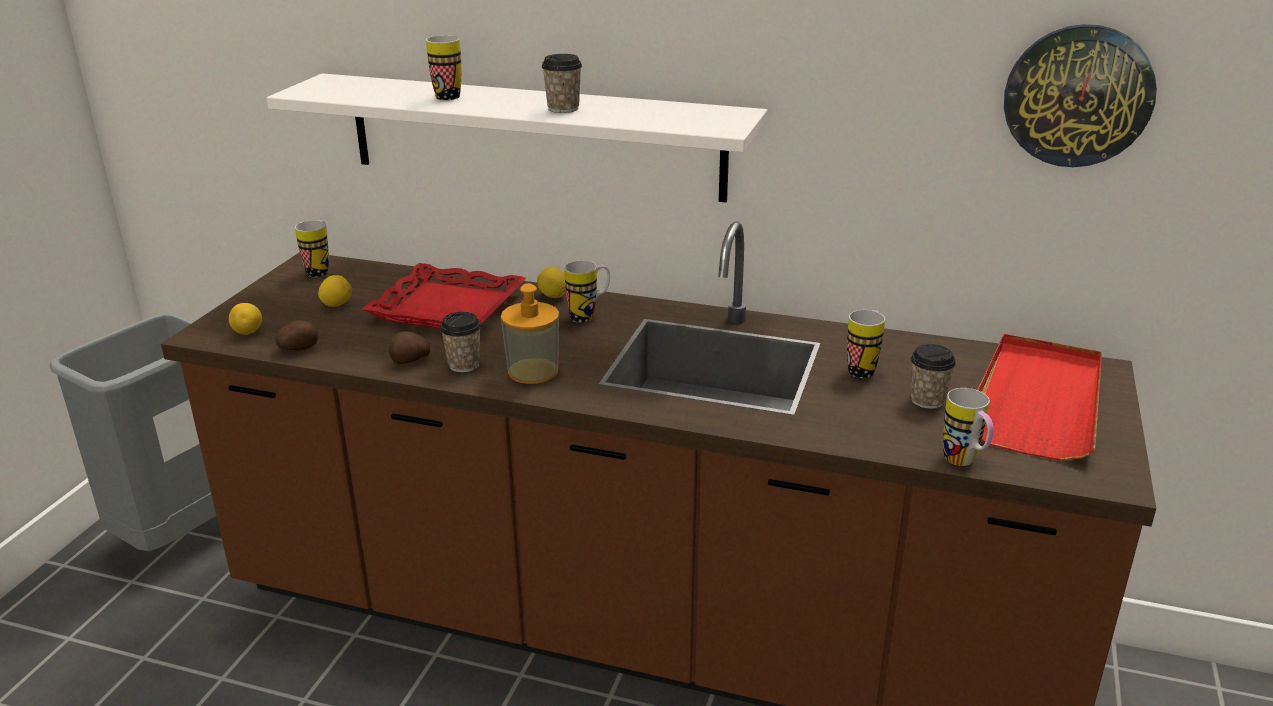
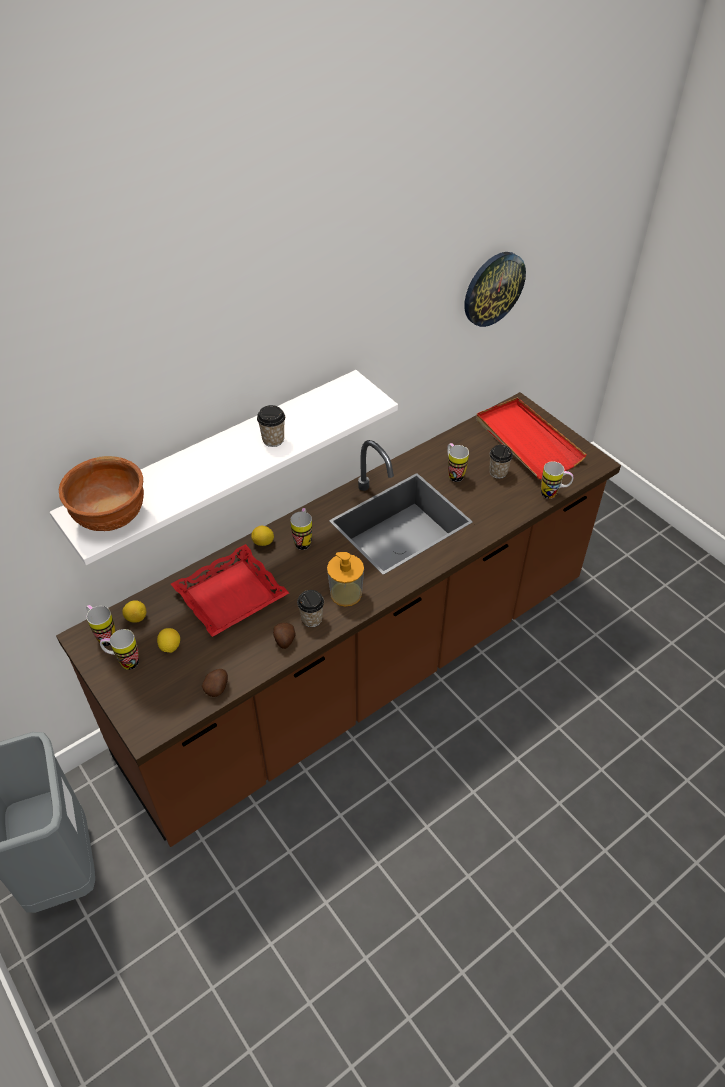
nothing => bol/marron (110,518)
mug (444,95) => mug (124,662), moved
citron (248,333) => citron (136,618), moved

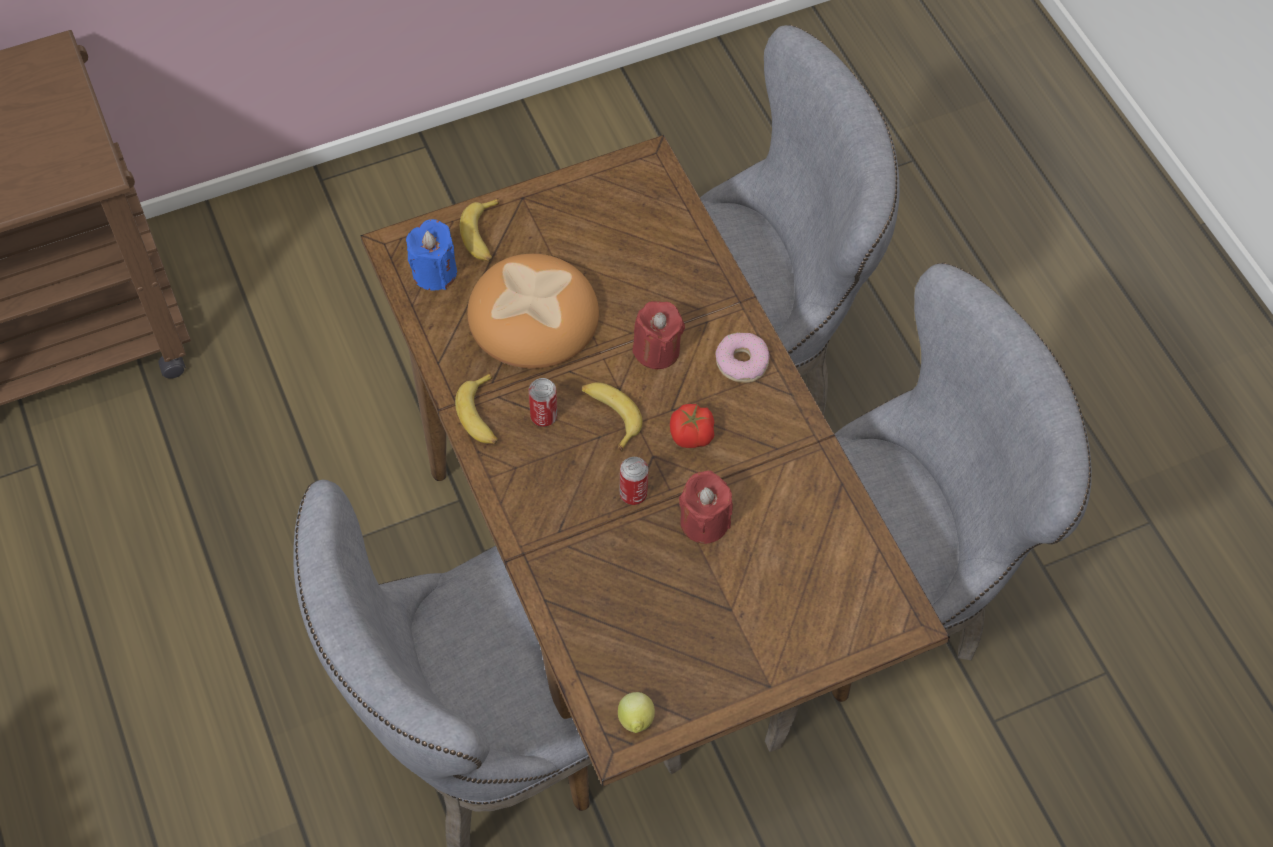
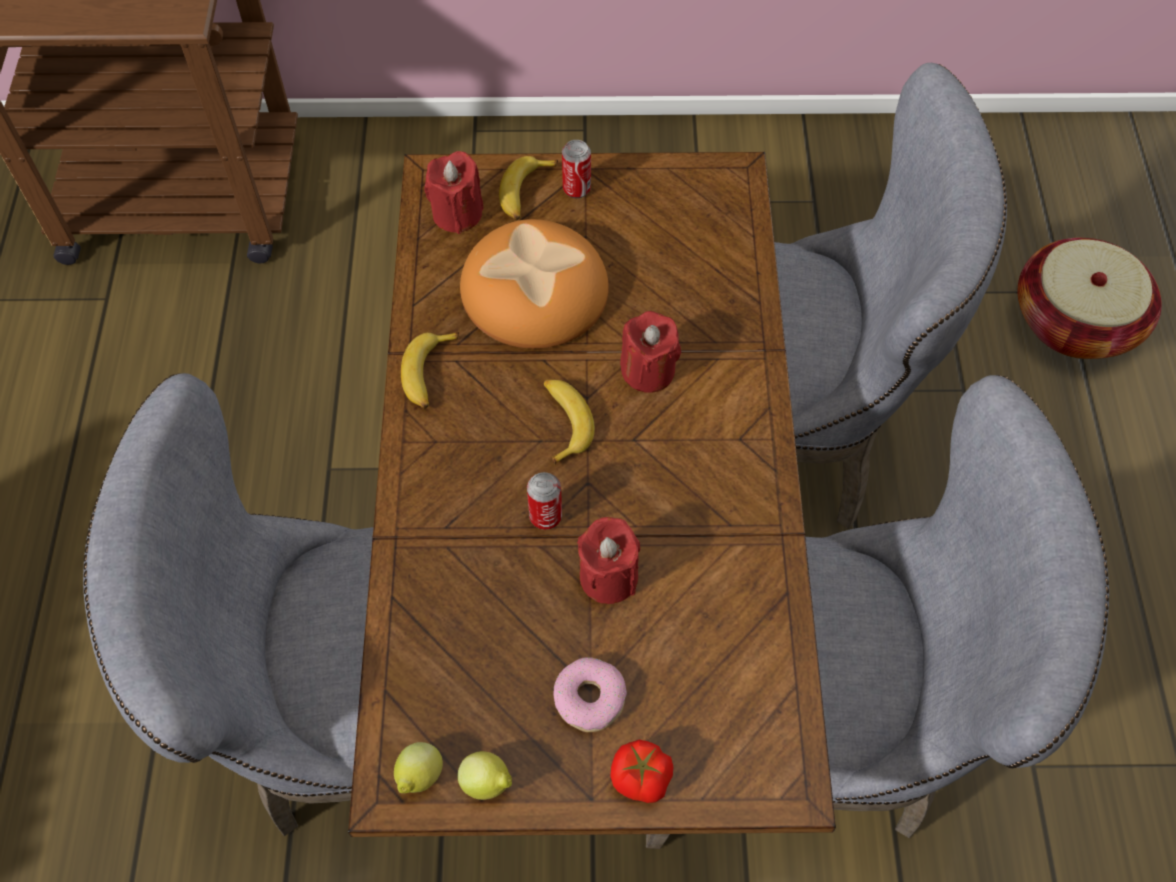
bougie/bleu (434,272) => bougie/rouge (457,213)
nothing => citron (487,783)
beignet (742,362) => beignet (590,698), moved
boîte métallique (543,416) => boîte métallique (576,189), moved
tomate (692,436) => tomate (641,779), moved
nothing => panier (1074,321)

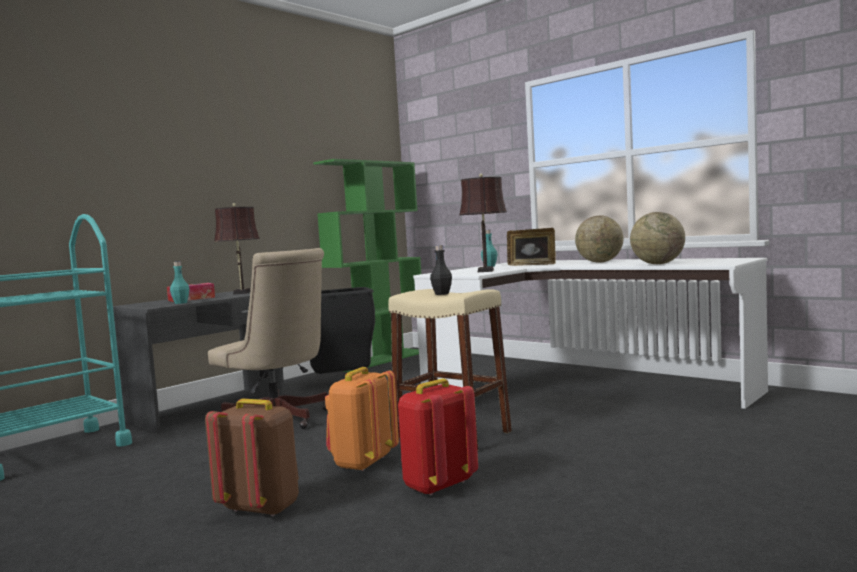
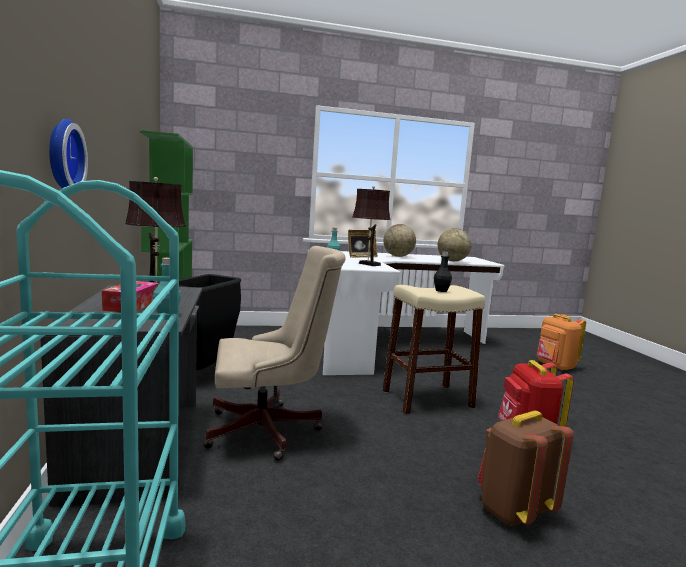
nothing => horloge murale (61,156)
sac à dos/orange (362,463) => sac à dos/orange (555,366), moved

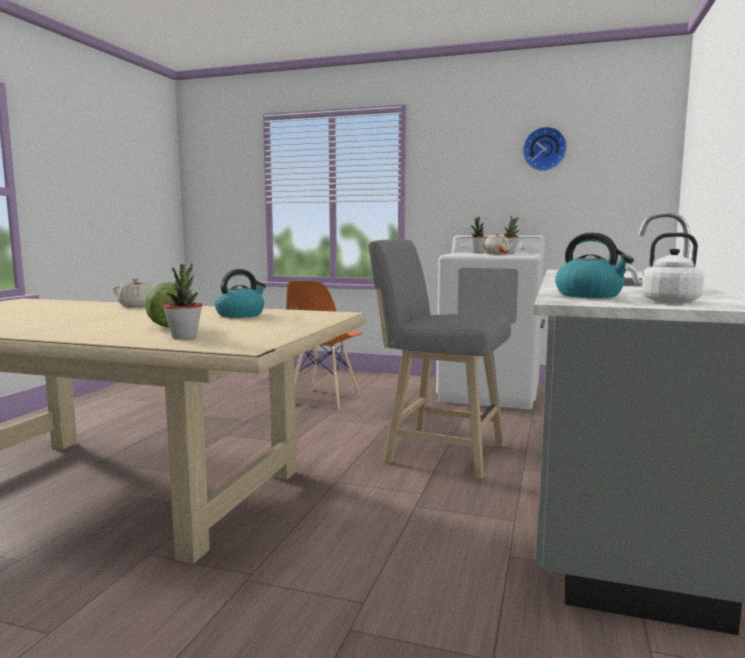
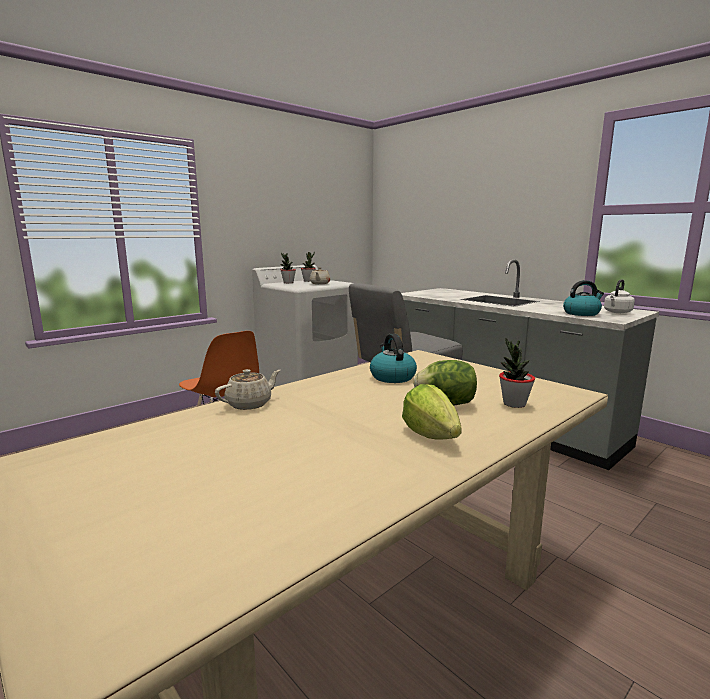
nothing => laitue (431,435)
horloge murale (544,149) => nothing

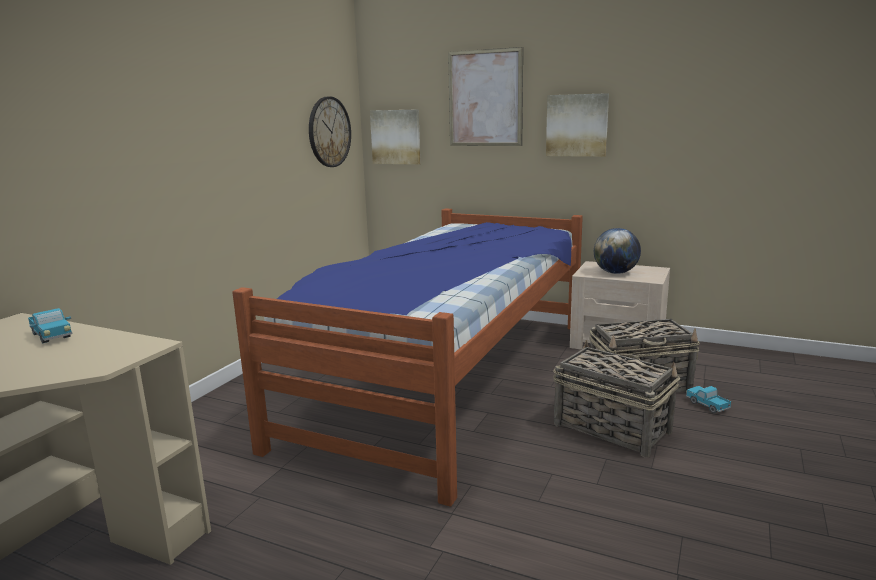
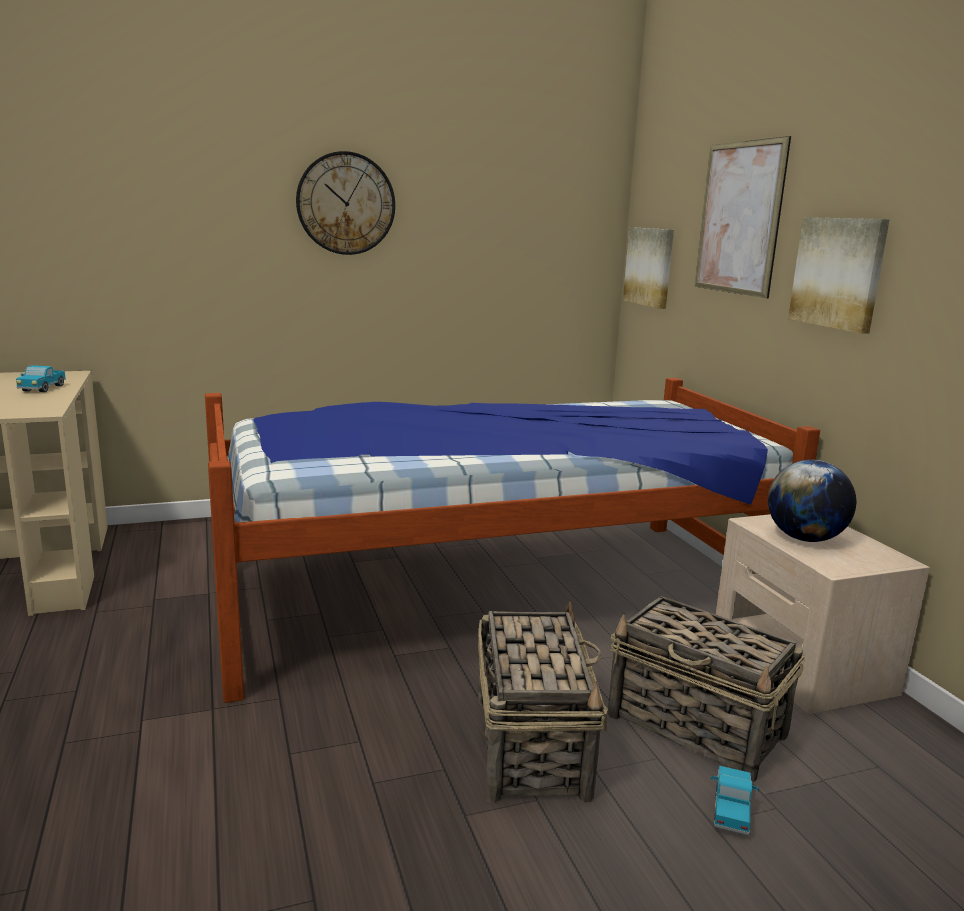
horloge murale (329,132) => horloge murale (346,203), moved

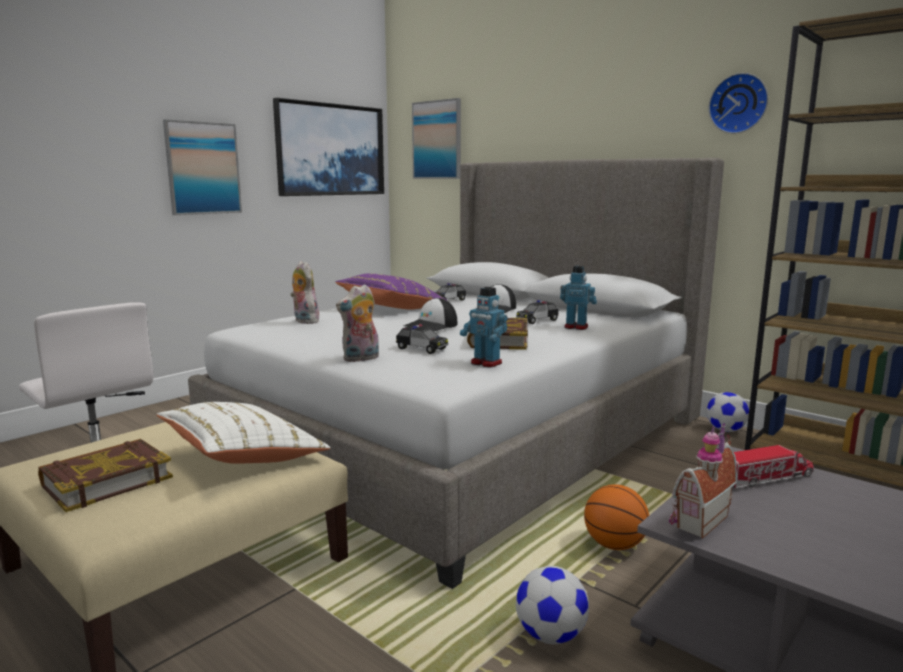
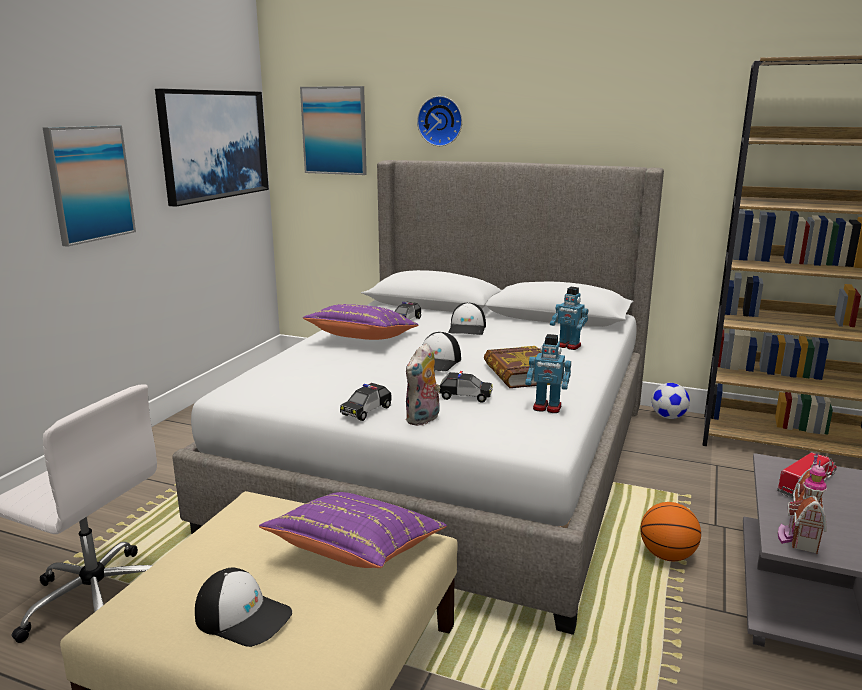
livre (106,481) => casquette (243,616)
coussin/blanc (244,457) => coussin/violet (357,552)
petite voiture (537,320) => petite voiture (366,411), moved
horloge murale (739,104) => horloge murale (441,121), moved
robot jouet (576,327) => robot jouet (568,346), 150 degrees counterclockwise
peluche (304,321) => nothing
ballon de foot (550,635) => nothing

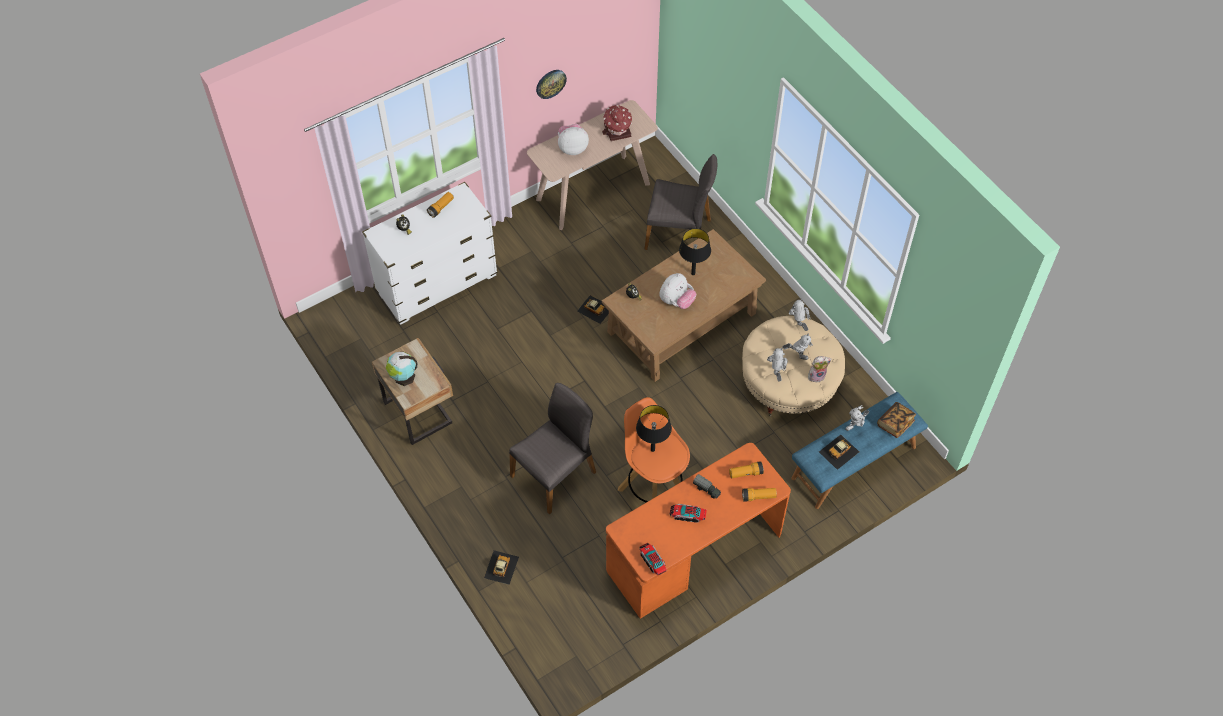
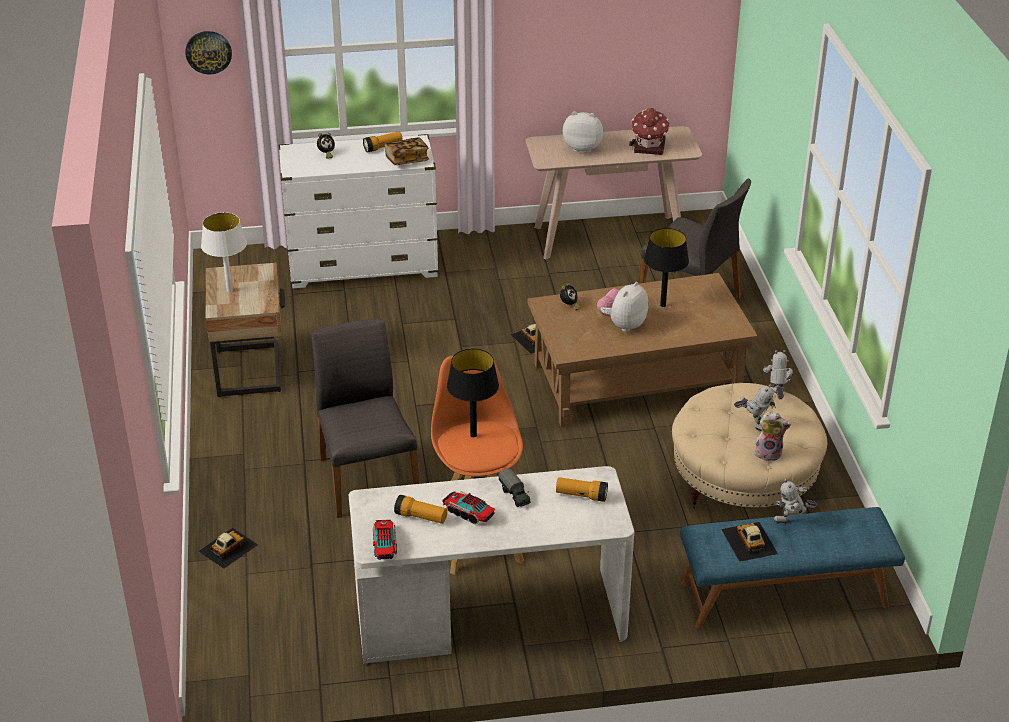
horloge murale (550,83) => horloge murale (208,52), moved
globe (403,377) => lampe de table/blanc (229,290)
chaise/gris (555,474) => chaise/gris (366,478), 90 degrees counterclockwise
bureau/orange (694,552) => bureau/blanc (490,618)
livre (895,424) => livre (407,160), moved
lampe de poche (758,497) => lampe de poche (421,517), moved
peluche (676,301) => peluche (622,324), 150 degrees clockwise
petite voiture (839,451) => petite voiture (749,541), 90 degrees clockwise
robot jouet (776,374) => nothing

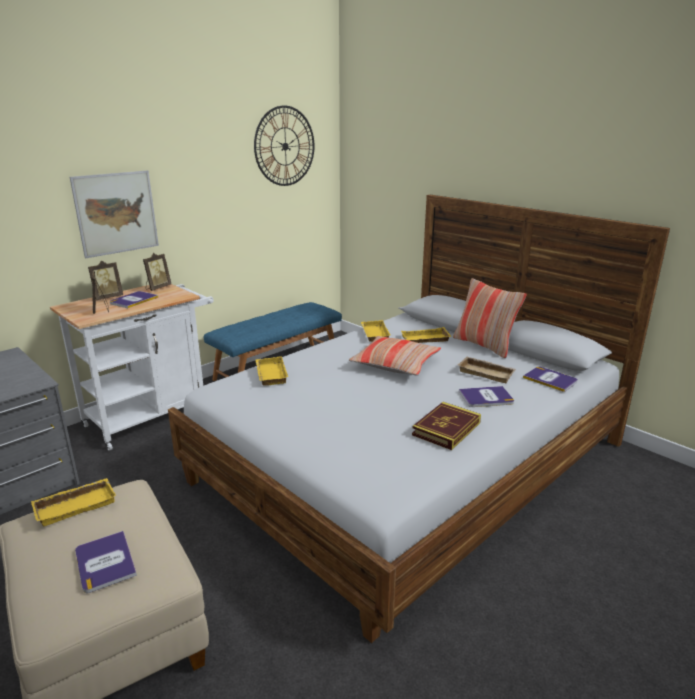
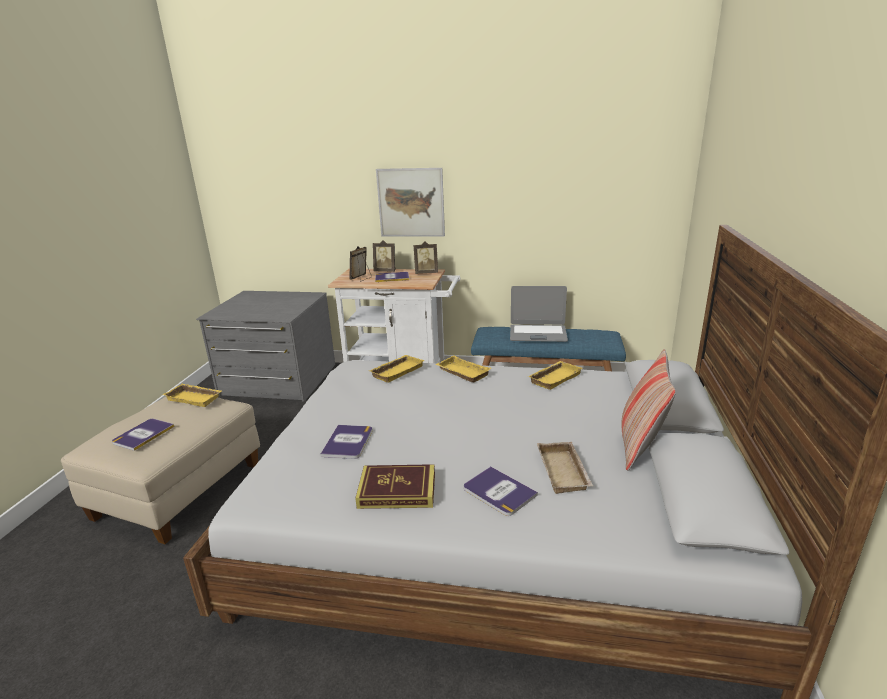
livre (550,379) => livre (348,442), moved
plateau/jaune (425,339) => plateau/jaune (461,373), moved
nothing => ordinateur portable (538,334)
horloge murale (285,146) => nothing
coussin (395,364) => nothing

